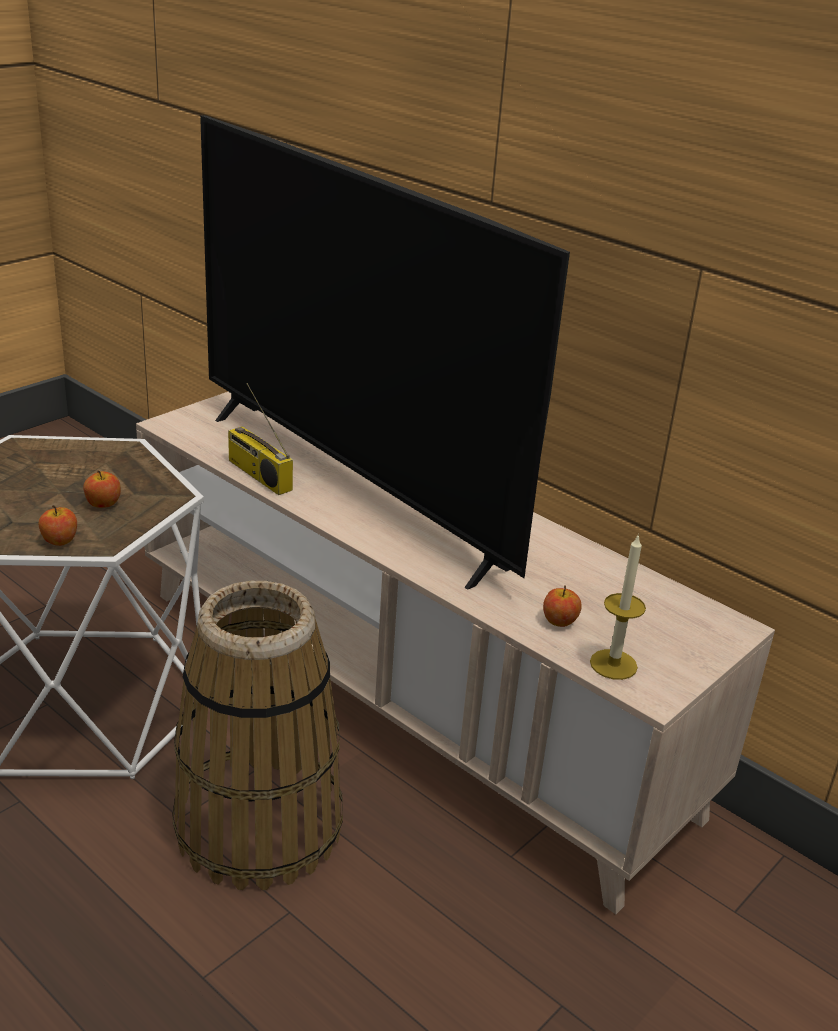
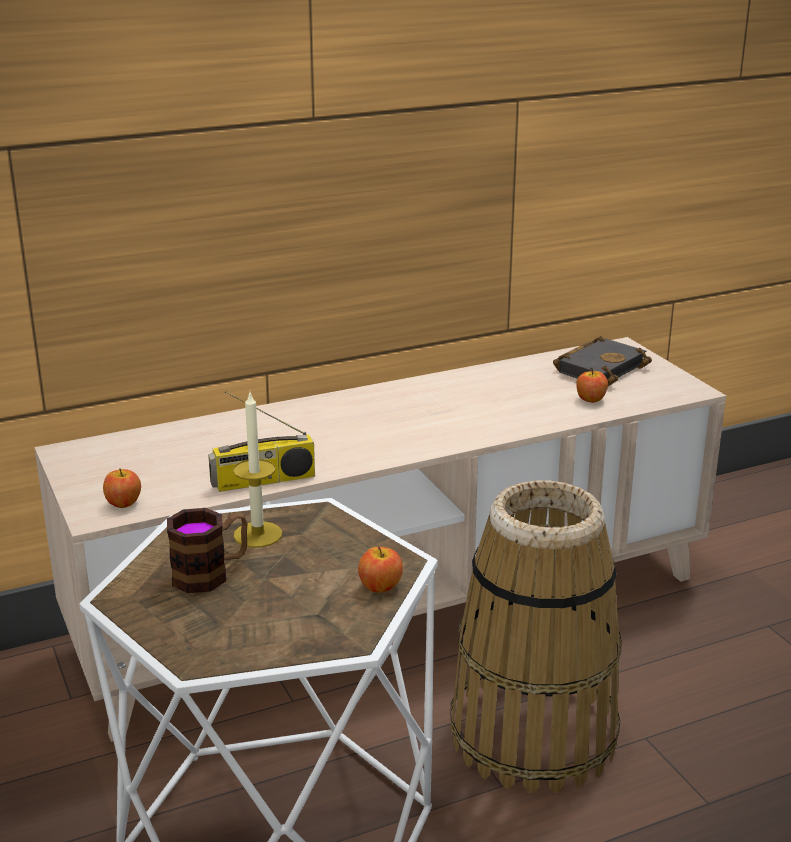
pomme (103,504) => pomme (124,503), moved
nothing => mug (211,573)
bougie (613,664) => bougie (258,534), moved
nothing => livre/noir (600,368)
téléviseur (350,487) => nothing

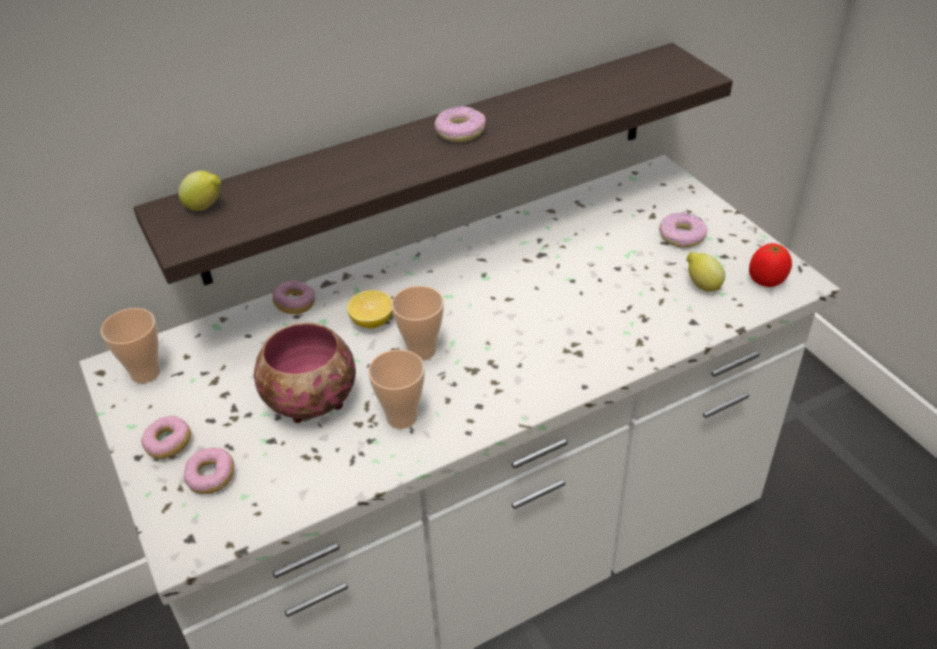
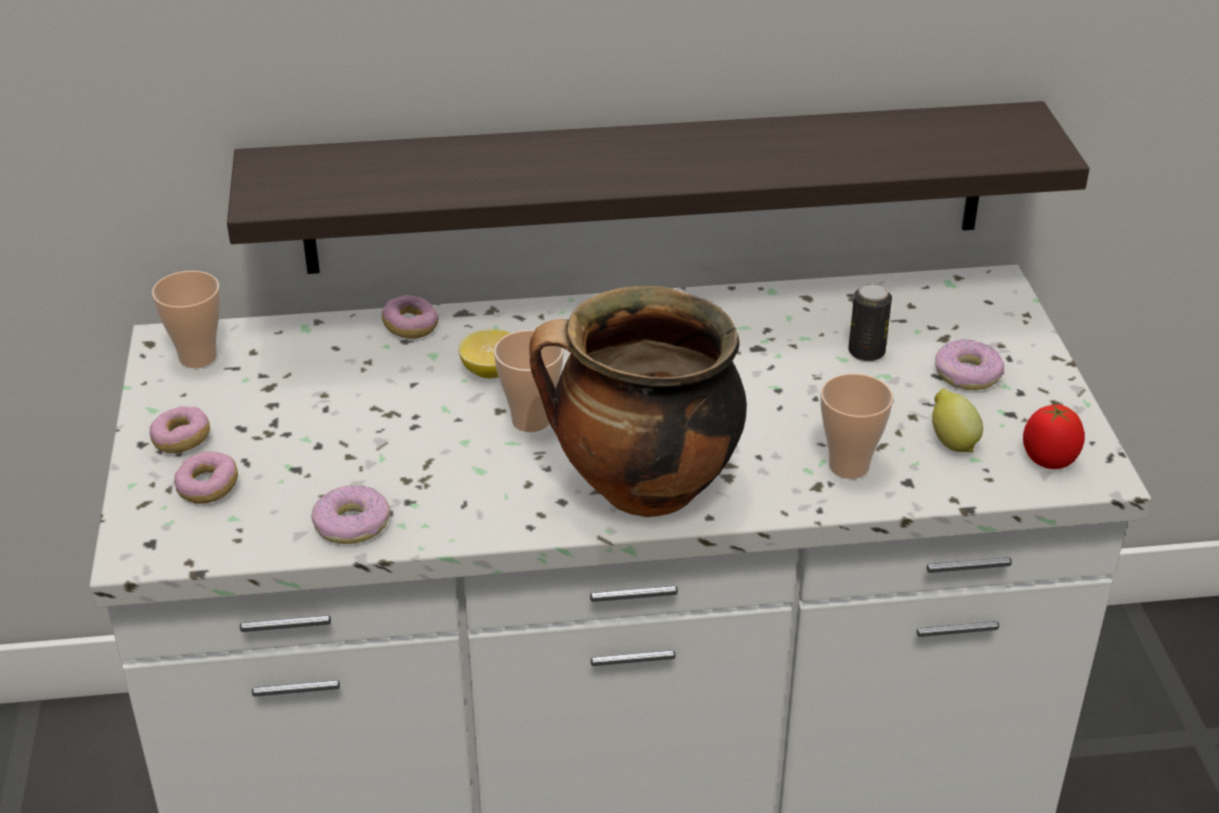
beignet (459,131) => beignet (351,524), moved
nothing => marmite (642,491)
tasse (402,417) => tasse (849,466), moved
nothing => boîte métallique (866,352)
citron (205,207) => nothing
bol (310,403) => nothing

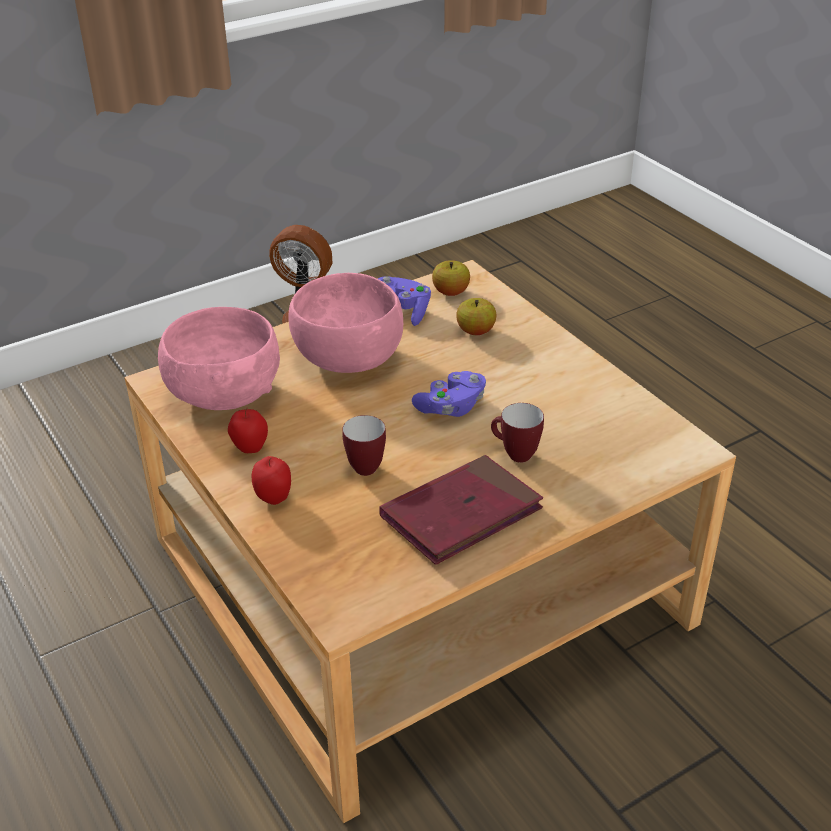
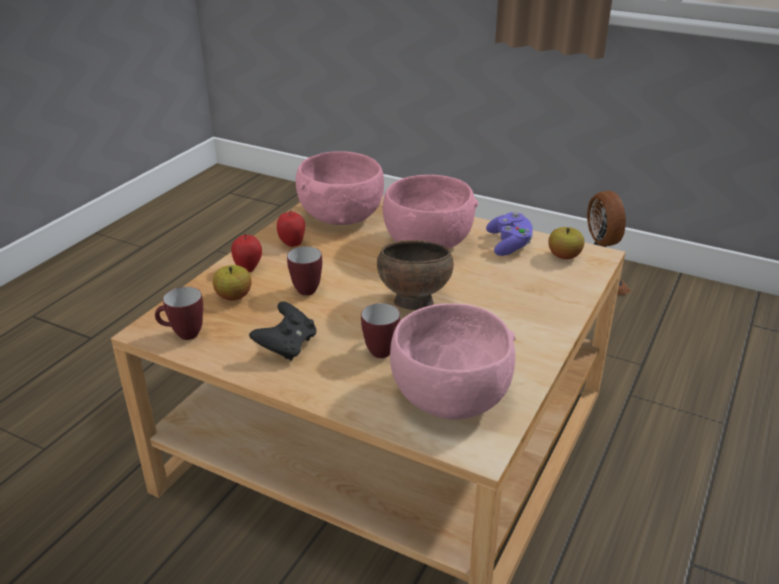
nothing => mug (183,335)
pomme (475,331) => pomme (234,297), moved
livre/rouge (461,514) => manette/noir (287,346)
manette/violet (451,407) => bol/marron (412,303)
nothing => bol/rose (450,397)

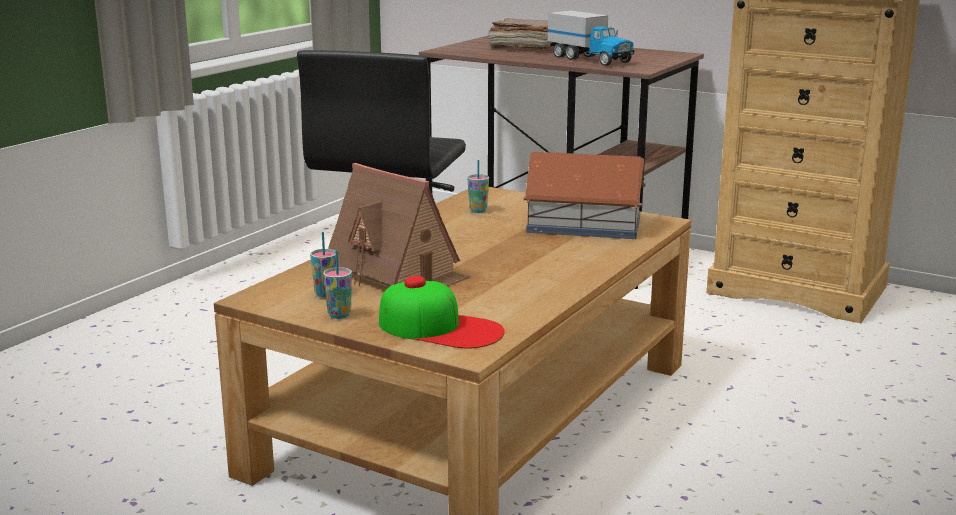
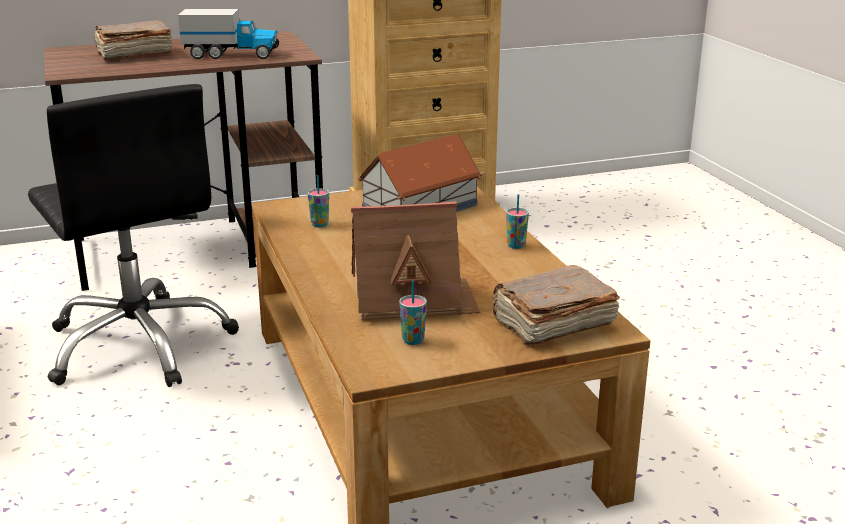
casquette (440,328) => livre/marron (551,323)
tasse (339,315) => tasse (516,245), moved

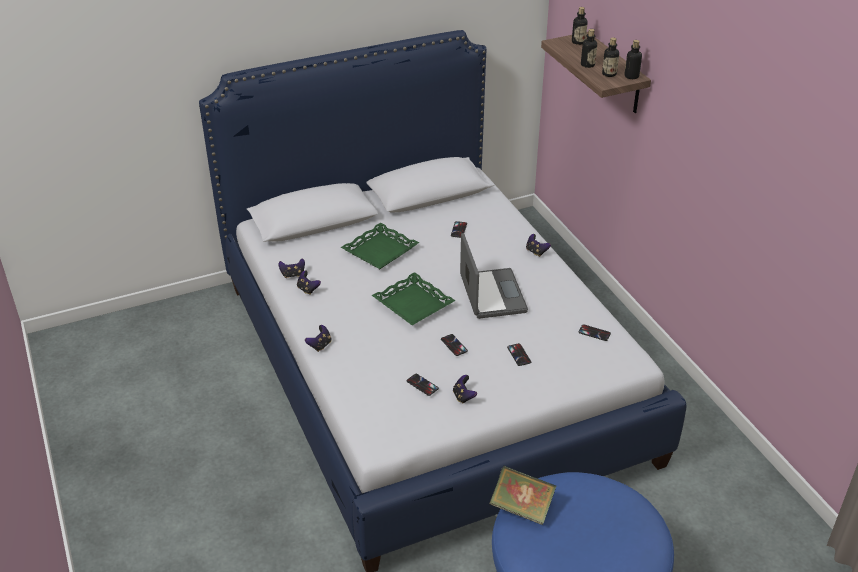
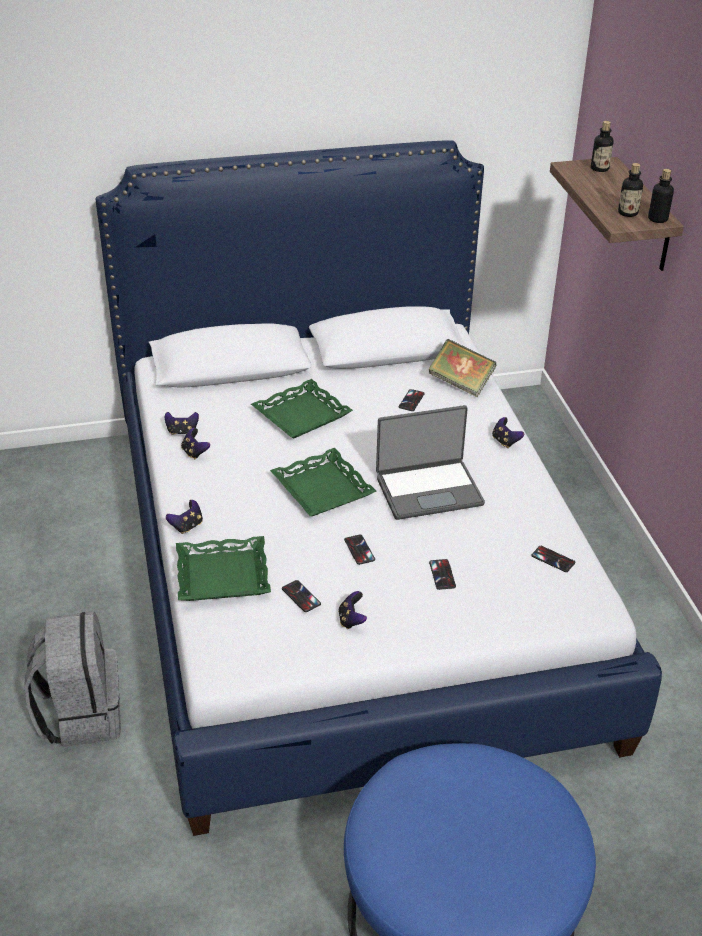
nothing => sac à dos/gris (80,715)
nothing => plateau/vert (222,576)
ordinateur portable (491,294) => ordinateur portable (428,490), 75 degrees clockwise
livre (521,508) => livre (461,383), moved
bouteille (587,65) => nothing

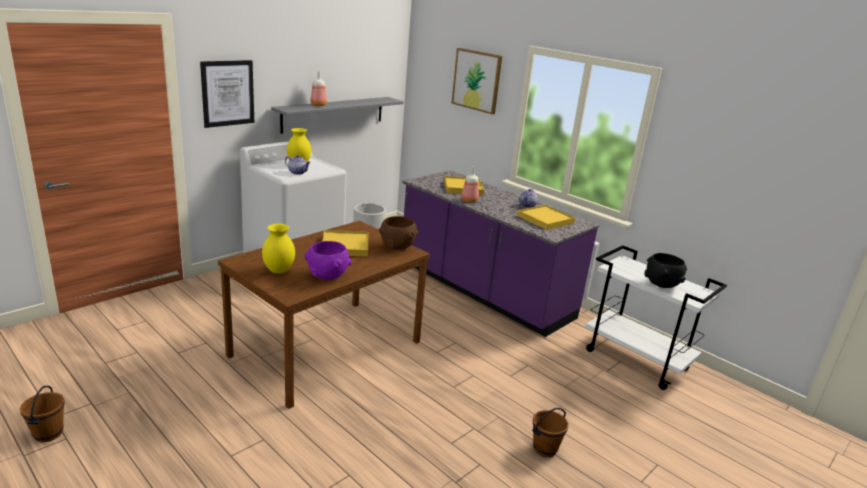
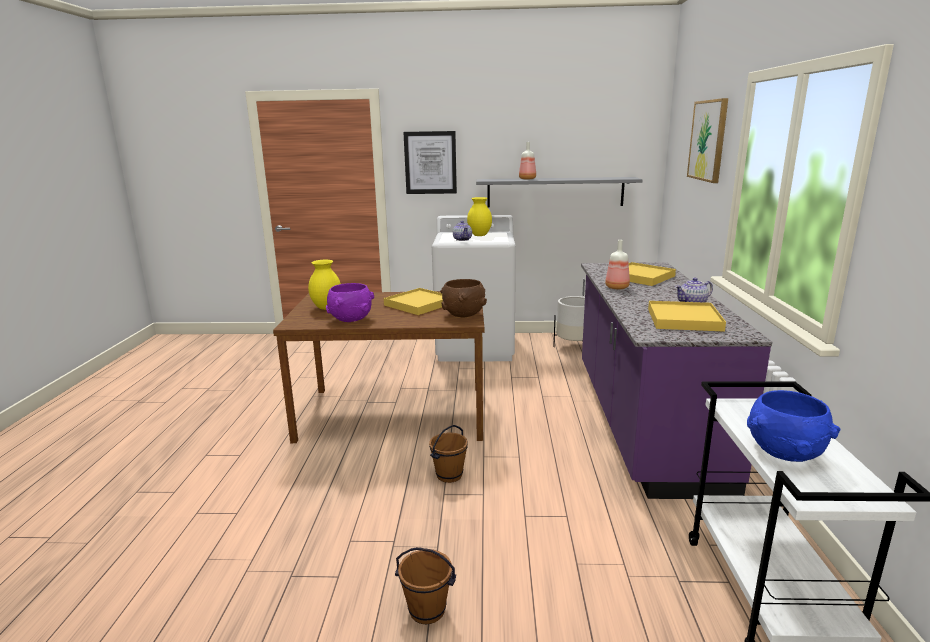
seau/marron (48,433) => seau/marron (449,475), moved
bol/noir (662,284) => bol/bleu (785,453)

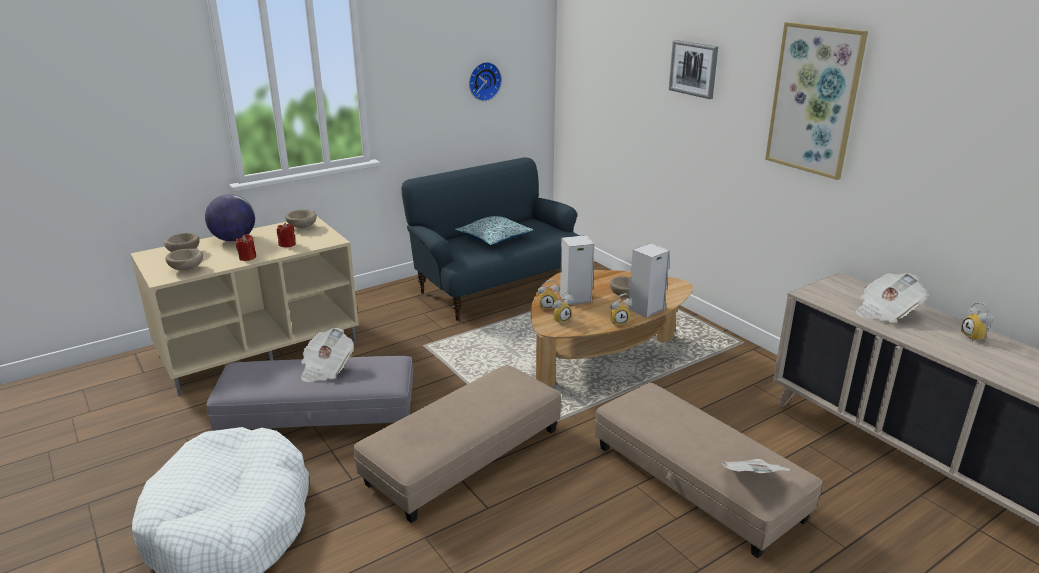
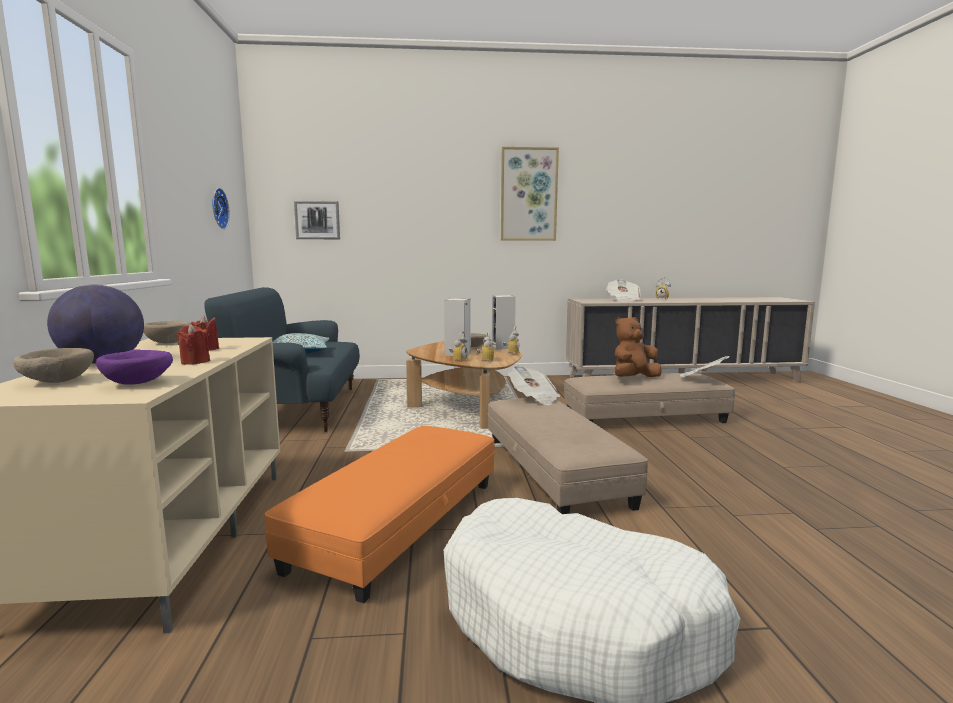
bol/beige (187,269) => bol/violet (140,383)
pouf/gris (319,415) => pouf/orange (400,523)
tableau (693,69) => tableau (317,220), moved
journal (326,369) => journal (534,399), moved
nothing => peluche/marron (633,379)

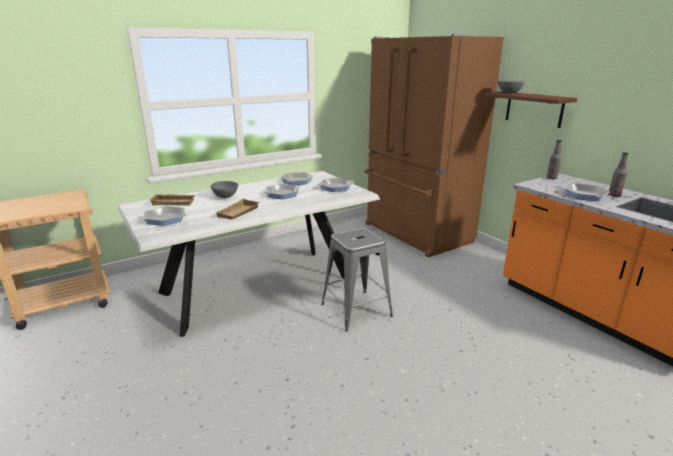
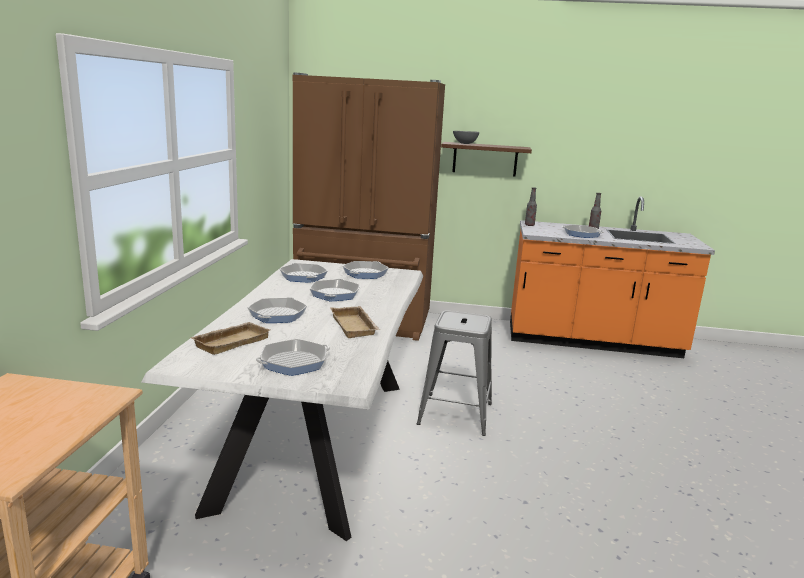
bol/gris (226,196) => poêle (277,315)

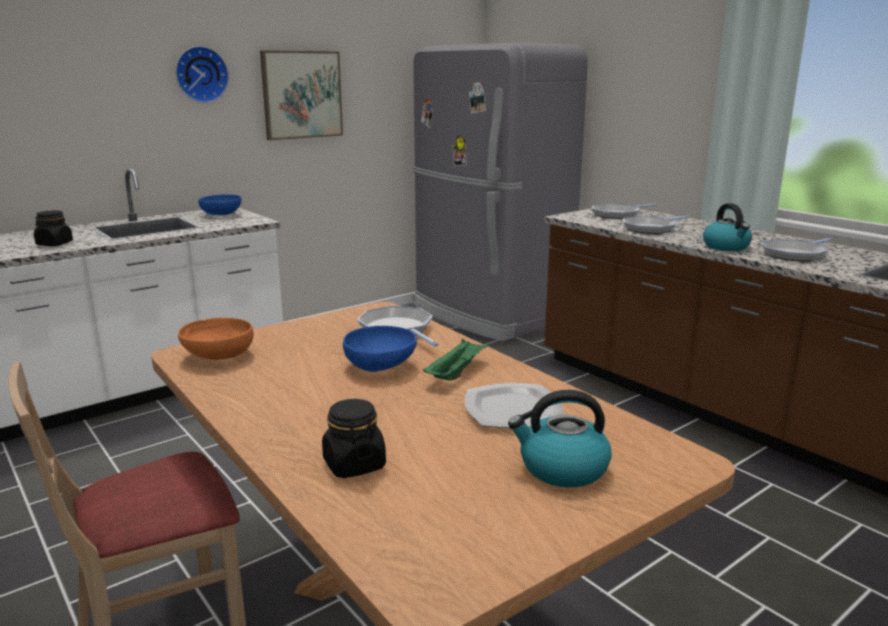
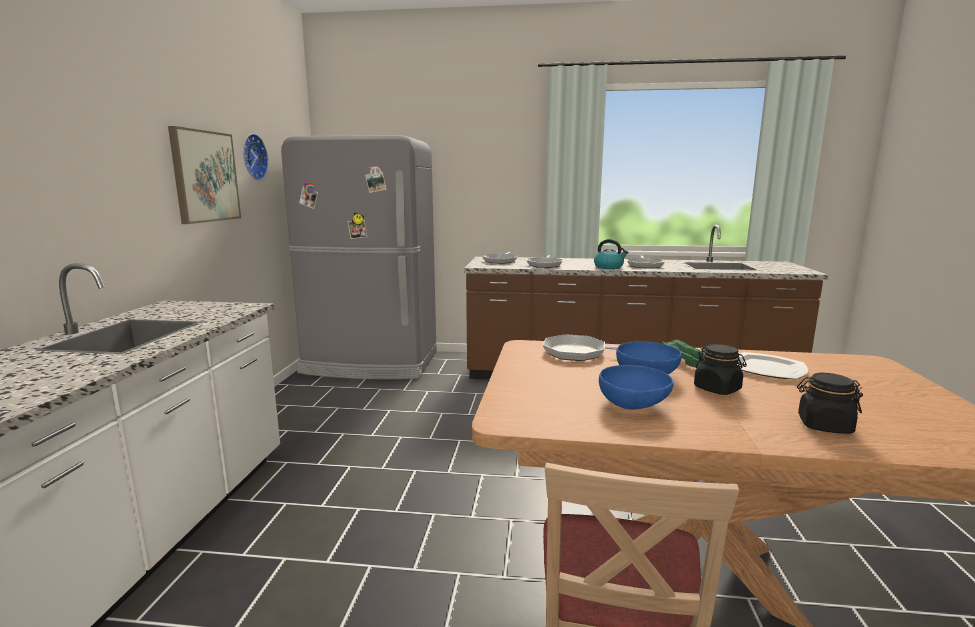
horloge murale (201,74) => horloge murale (252,157), moved
bol/bleu (221,215) => bol/bleu (634,405), moved
bocal/noir (54,244) => bocal/noir (717,389), moved
bol/orange (218,356) => nothing
bouilloire (562,468) => nothing

